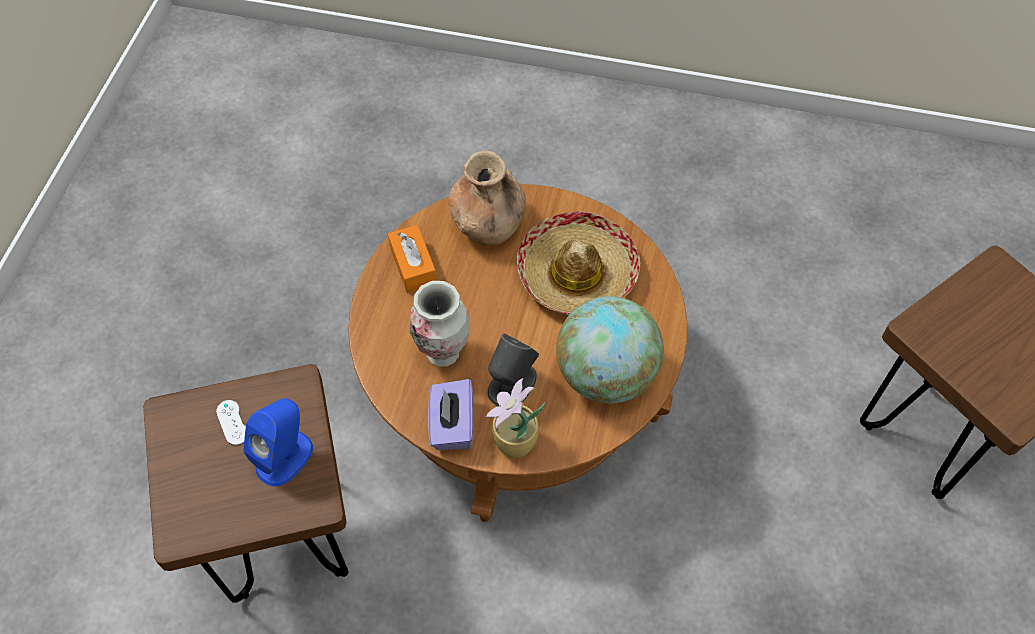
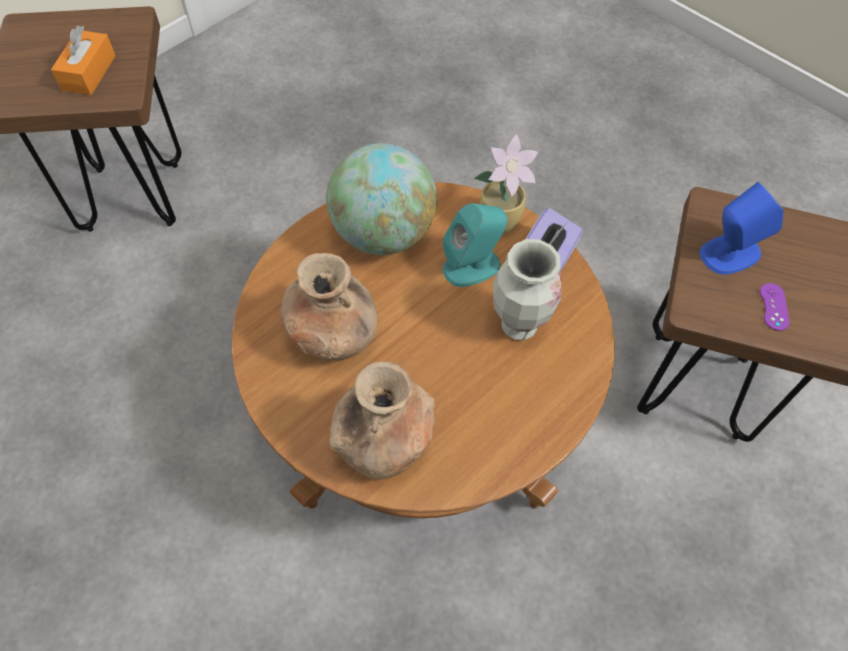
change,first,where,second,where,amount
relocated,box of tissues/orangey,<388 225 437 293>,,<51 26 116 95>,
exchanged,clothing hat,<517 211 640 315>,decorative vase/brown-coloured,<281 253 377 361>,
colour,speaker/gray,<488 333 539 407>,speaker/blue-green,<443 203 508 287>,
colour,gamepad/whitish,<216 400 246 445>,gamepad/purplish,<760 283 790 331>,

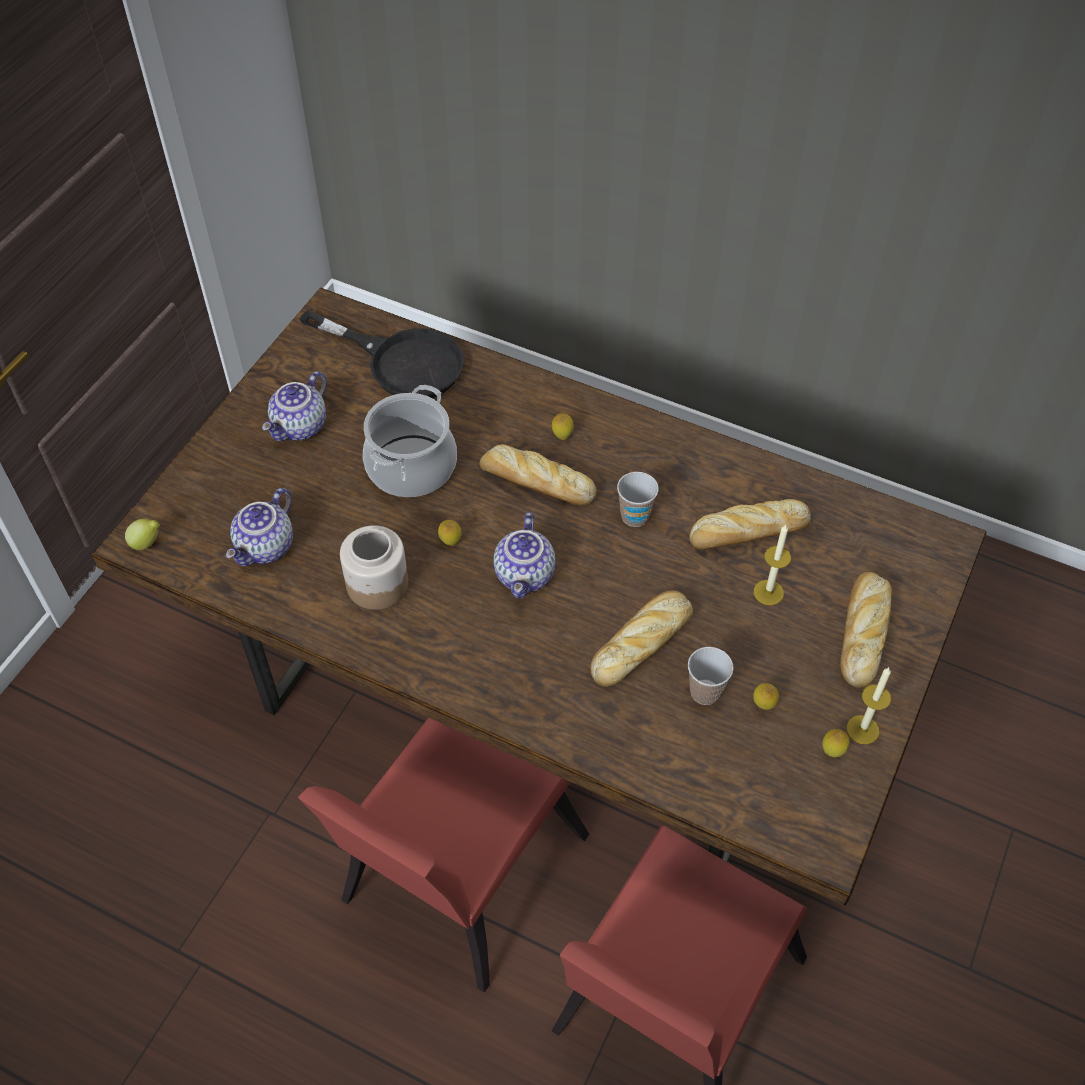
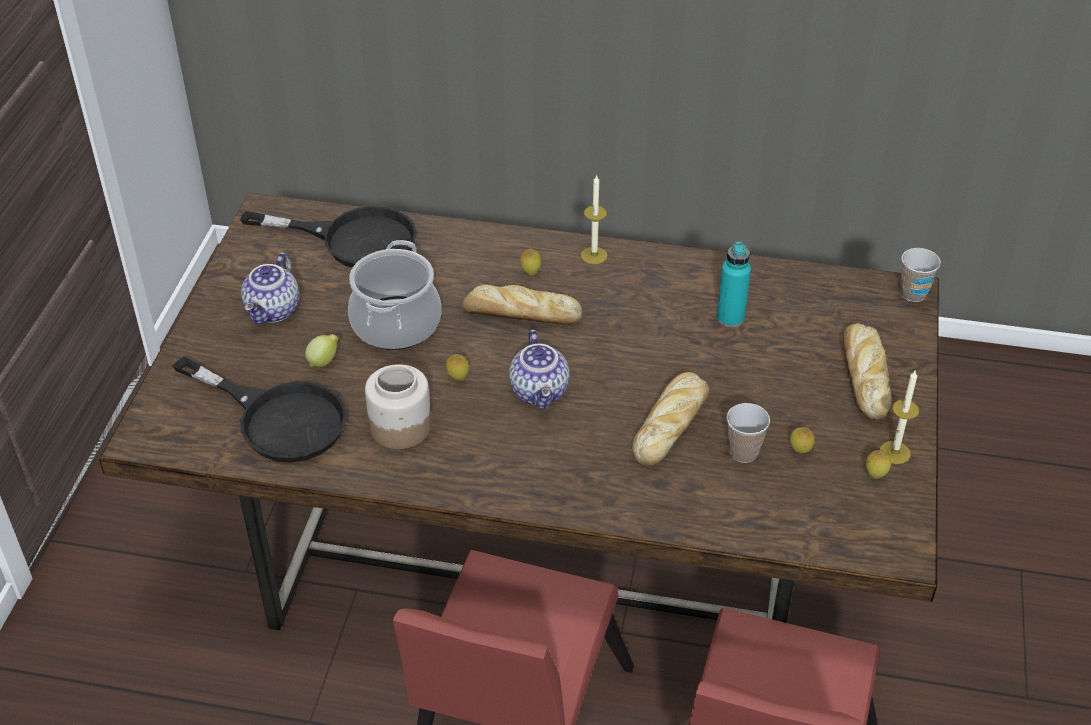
change,first,where,second,where,amount
exchanged,pot for tea,<226 488 293 566>,frying pan/black-coloured,<173 356 347 463>,
relocated,lemon,<125 519 160 550>,,<305 334 339 367>,
relocated,wax candle,<754 525 791 605>,,<581 174 608 264>,
exchanged,baked bread,<689 499 811 550>,bottle/blue-green,<717 241 751 328>,
relocated,drinking cup,<617 472 659 527>,,<900 248 941 302>,

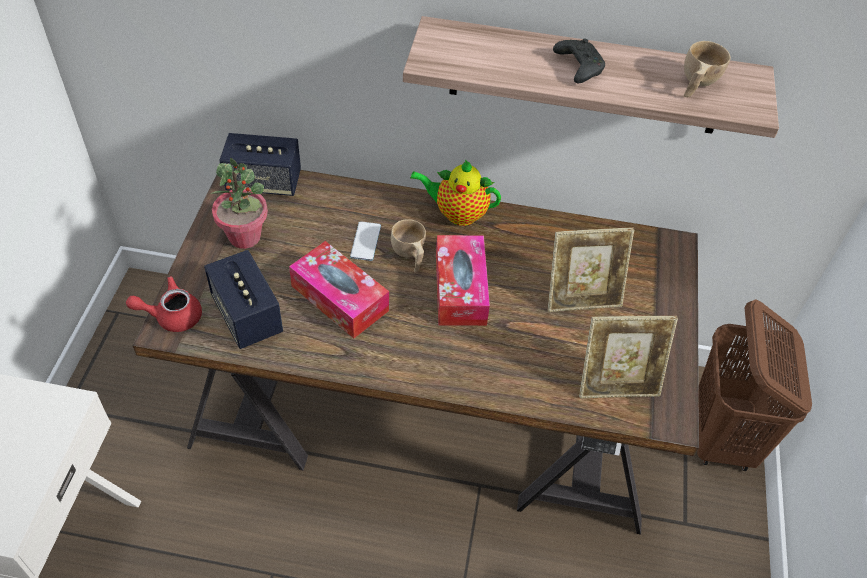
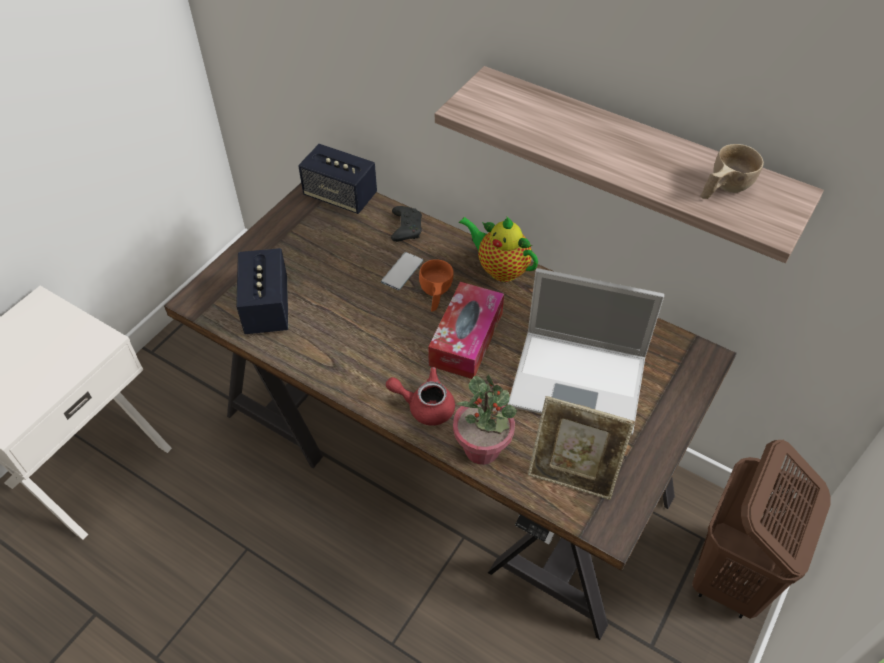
change,first,where,second,where,amount
relocated,pot for tea/red-coloured,<126 276 202 332>,,<386 367 455 426>,
relocated,gamepad/black-coloured,<553 38 605 83>,,<391 206 422 242>,
colour,drinking cup/beige,<391 219 426 272>,drinking cup/orangey,<419 259 454 312>,
relocated,plant in a pot,<211 158 268 249>,,<453 374 517 465>,
exchanged,picture frame,<548 227 634 312>,notebook computer,<508 268 664 435>,
missing,box of tissues,<289 241 389 338>,,,

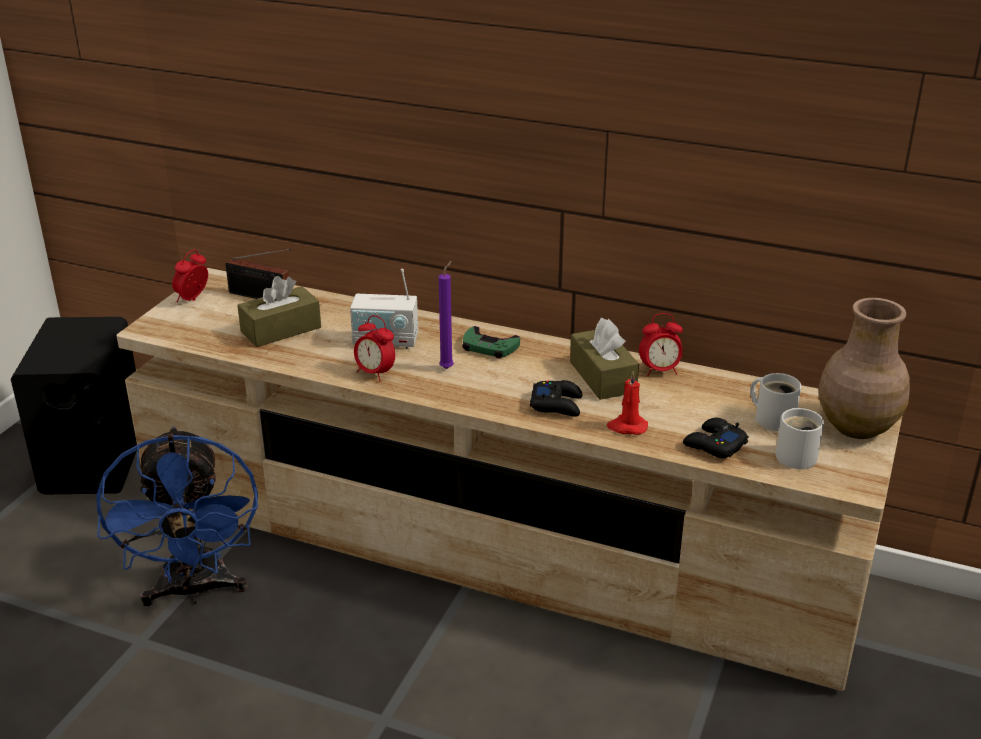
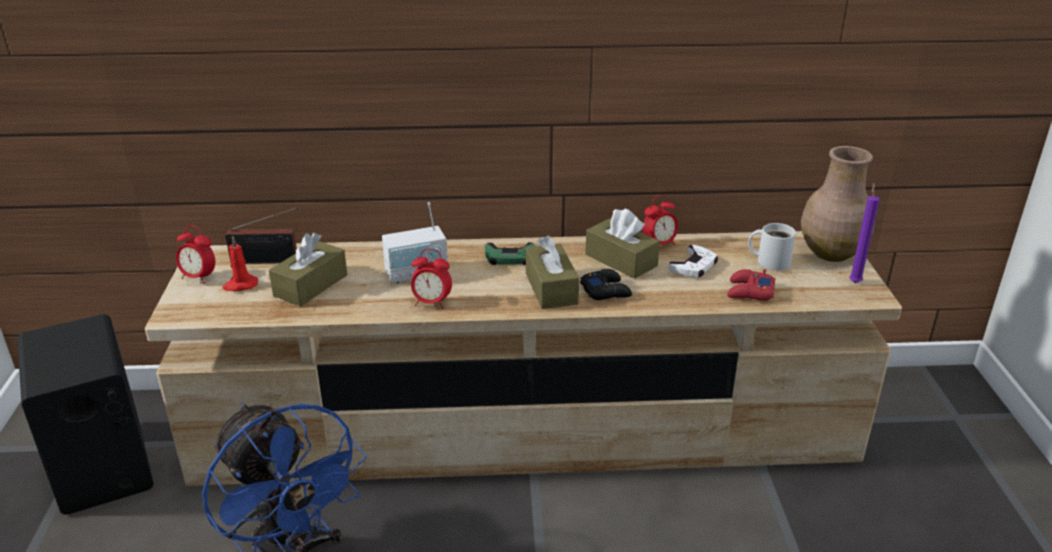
change,first,where,second,where,amount
spun,bedside clock,<172 250 208 302>,,<176 225 215 284>,75 degrees counterclockwise
relocated,wax candle/red-coloured,<607 371 648 435>,,<222 236 258 291>,
appeared,,,box of tissues/brown-coloured,<526 236 579 309>,
appeared,,,gamepad/whitish,<669 245 718 277>,
colour,gamepad/black-coloured,<683 418 749 458>,gamepad/red-coloured,<727 269 775 301>,
relocated,wax candle/purplish,<438 261 454 369>,,<849 183 880 283>,
missing,coffee mug/whitish,<776 408 824 469>,,,

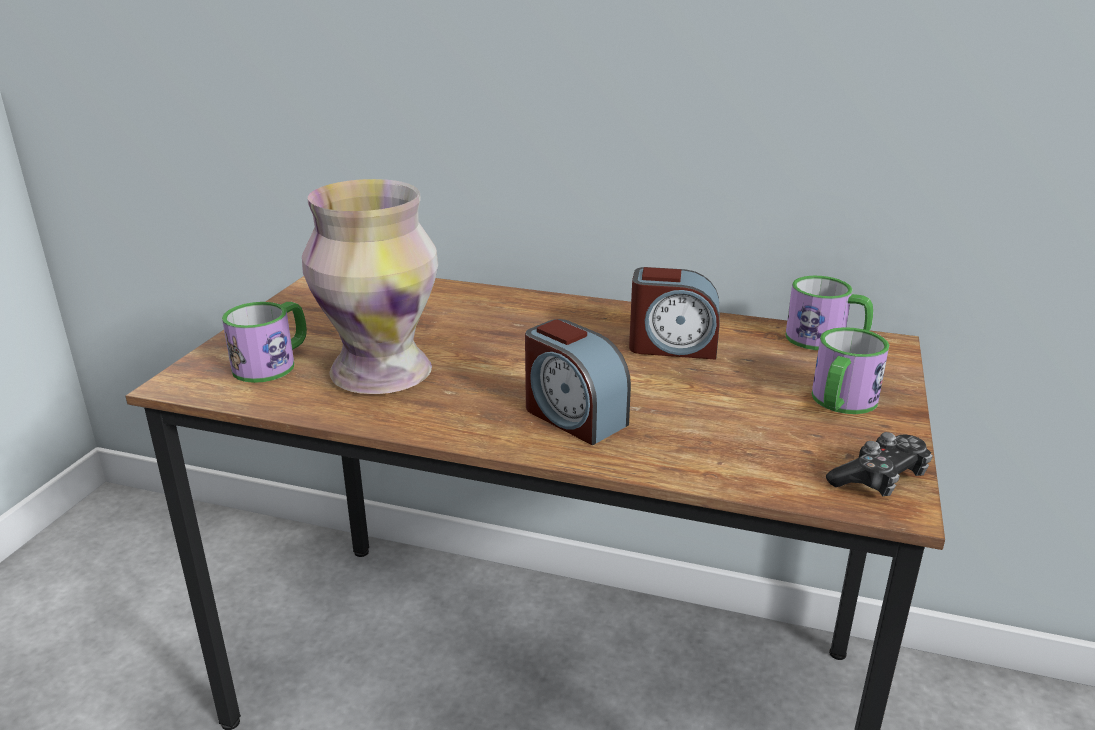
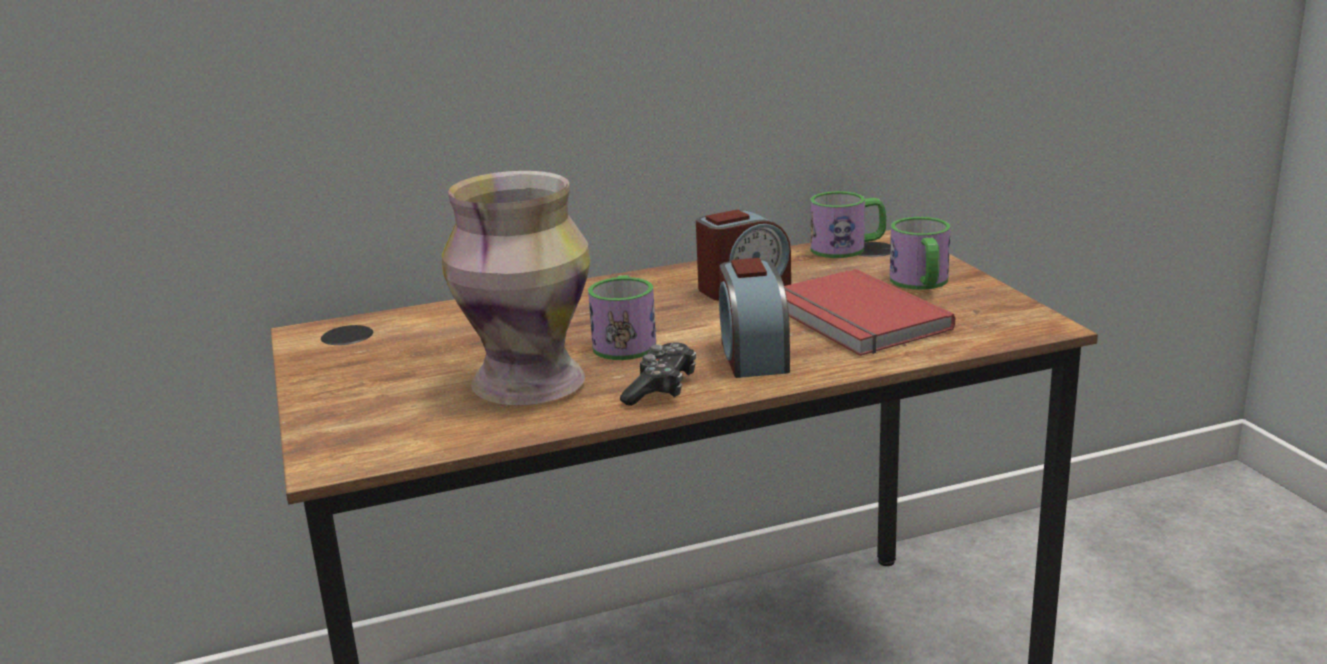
change,first,where,second,where,amount
relocated,coffee mug,<222 302 307 383>,,<588 275 656 360>,
relocated,gamepad,<826 432 933 496>,,<620 342 696 406>,
spun,bedside clock,<525 319 631 445>,,<719 258 790 378>,75 degrees clockwise
appeared,,,bound book/red-coloured,<784 269 955 356>,

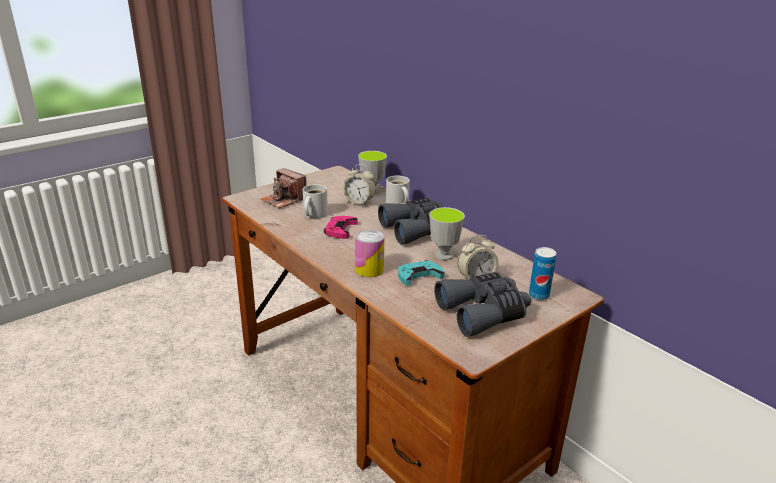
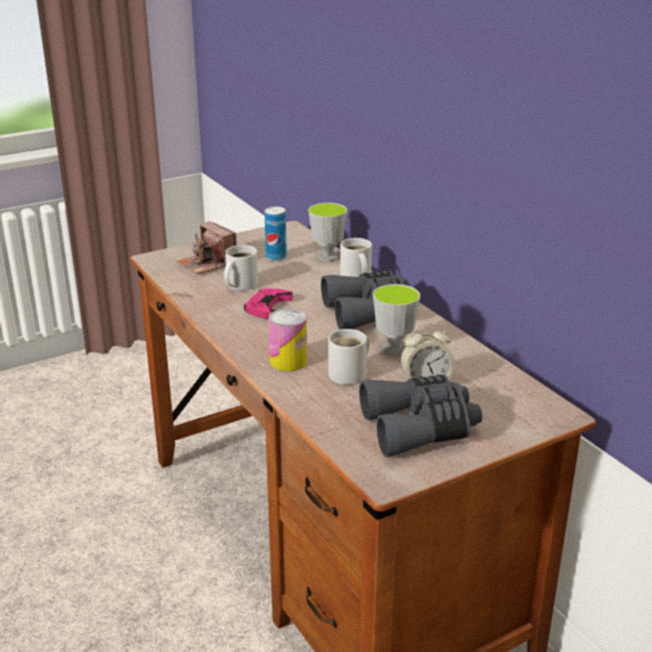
change,first,where,second,where,amount
relocated,metal can,<529 247 557 300>,,<265 207 287 261>,
exchanged,gamepad/blue-green,<398 260 444 286>,coffee mug/whitish,<328 329 369 385>,
missing,bedside clock,<343 164 376 206>,,,

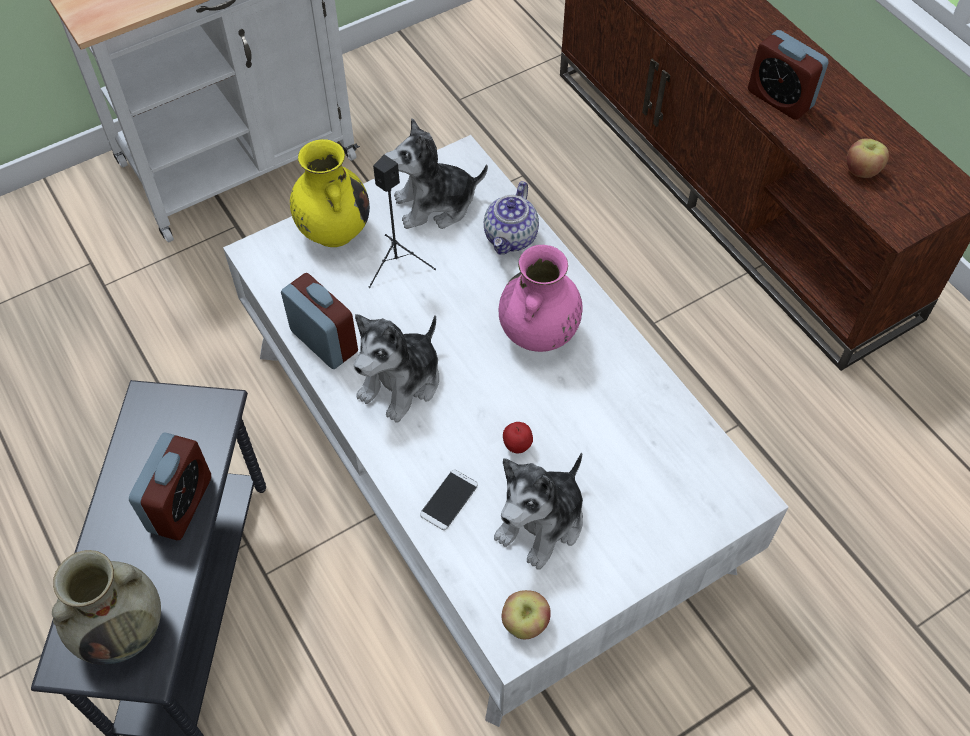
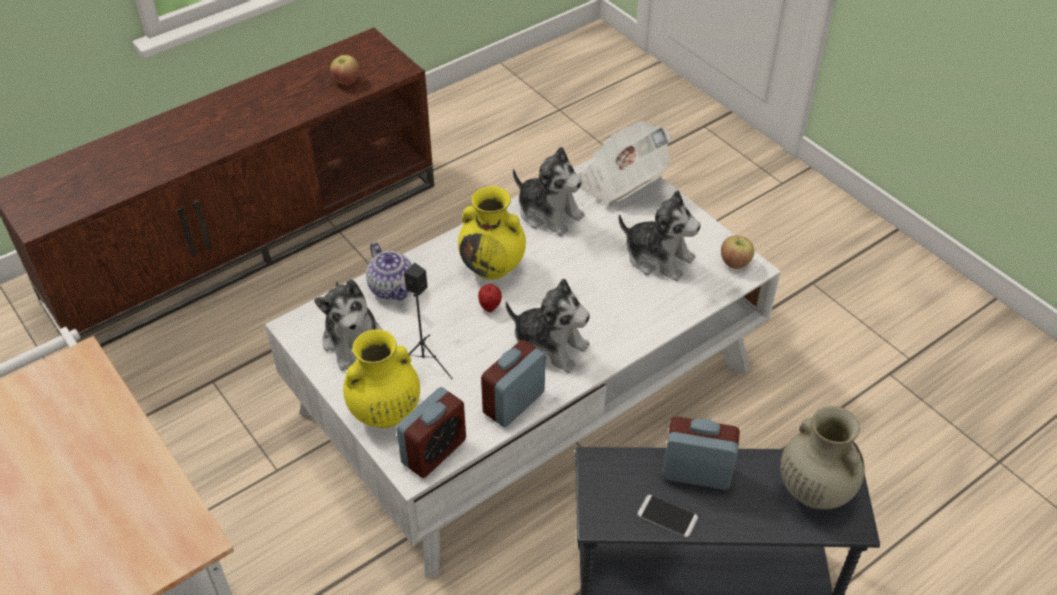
change,first,where,second,where,amount
spun,pot for tea,<484 181 539 254>,,<366 242 412 301>,45 degrees clockwise
relocated,bedside clock,<748 30 829 120>,,<396 387 466 478>,
colour,decorative vase/pink,<498 245 583 352>,decorative vase/yellow,<458 186 526 280>,
relocated,apple fruit,<503 422 533 453>,,<478 284 502 312>,
appeared,,,soft toy,<513 147 585 236>,
appeared,,,newspaper,<578 121 672 206>,
relocated,telephone,<420 470 478 530>,,<637 495 698 537>,

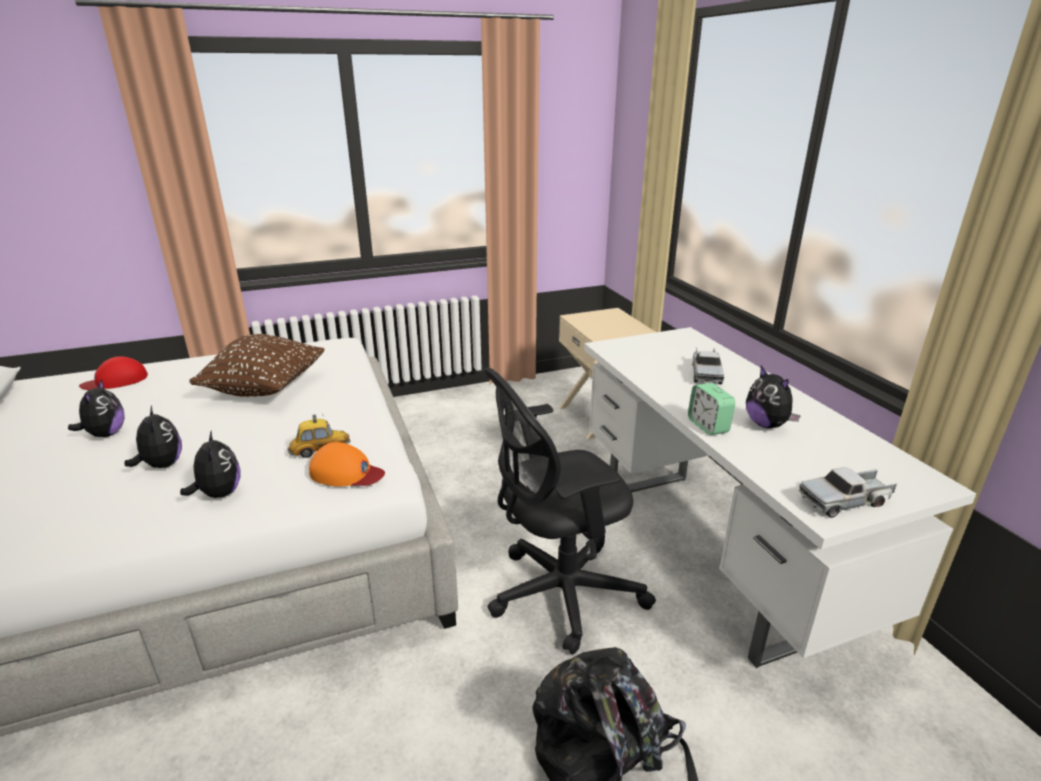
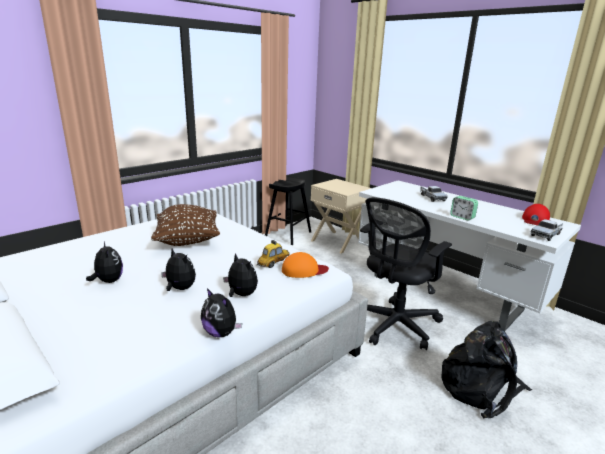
change,first,where,second,where,amount
relocated,soft toy,<746 366 801 428>,,<201 288 242 337>,
appeared,,,stool seat/black-coloured,<265 176 311 245>,
relocated,cap/red-coloured,<79 356 148 390>,,<522 204 550 225>,

